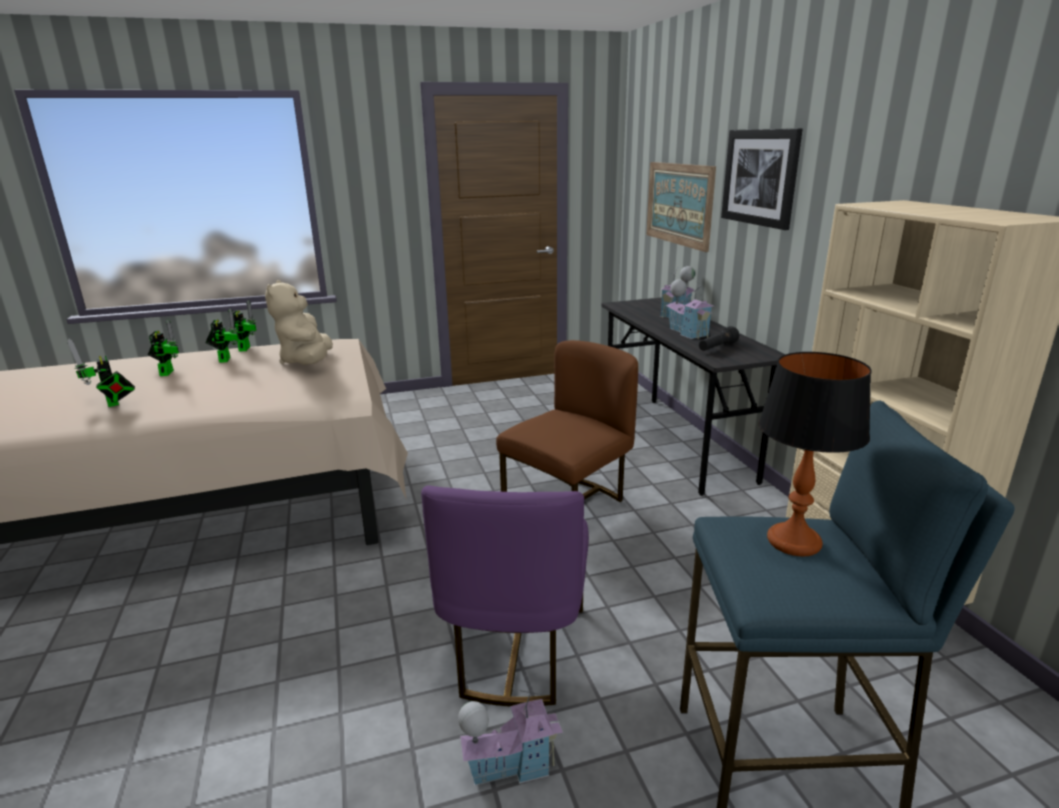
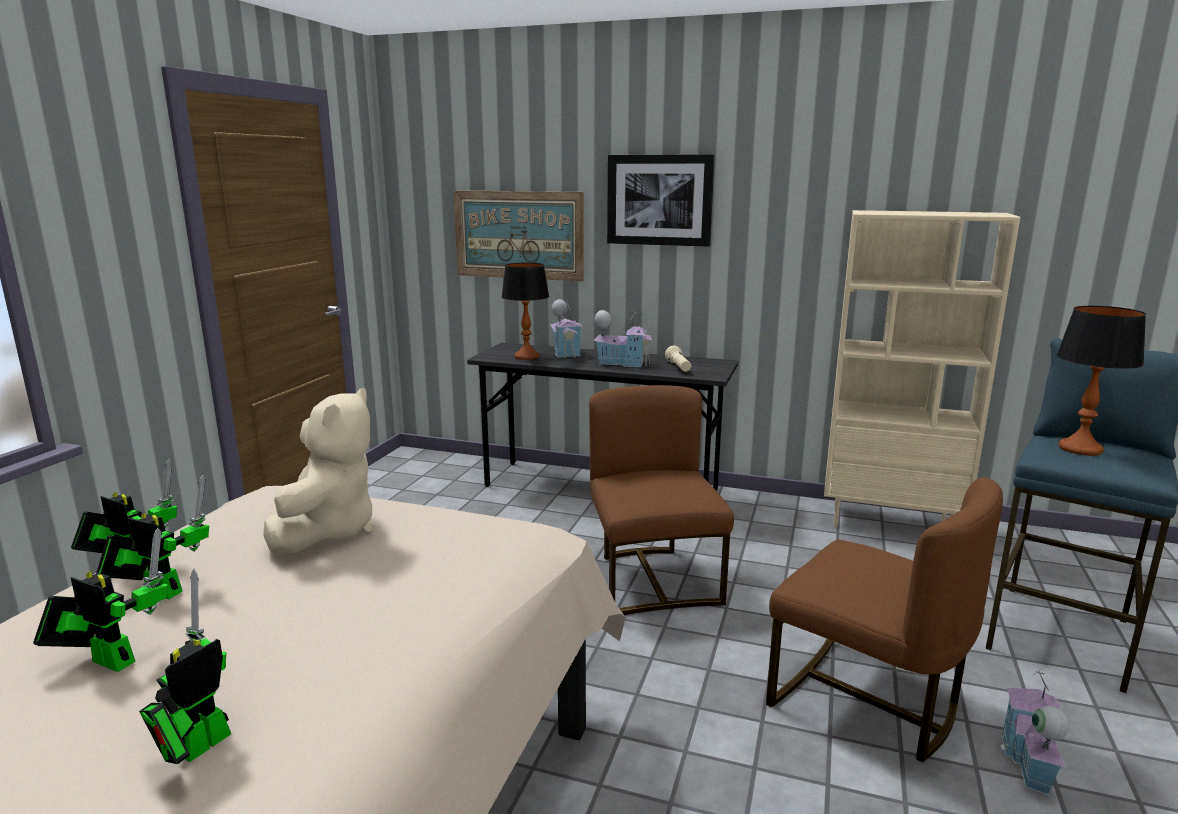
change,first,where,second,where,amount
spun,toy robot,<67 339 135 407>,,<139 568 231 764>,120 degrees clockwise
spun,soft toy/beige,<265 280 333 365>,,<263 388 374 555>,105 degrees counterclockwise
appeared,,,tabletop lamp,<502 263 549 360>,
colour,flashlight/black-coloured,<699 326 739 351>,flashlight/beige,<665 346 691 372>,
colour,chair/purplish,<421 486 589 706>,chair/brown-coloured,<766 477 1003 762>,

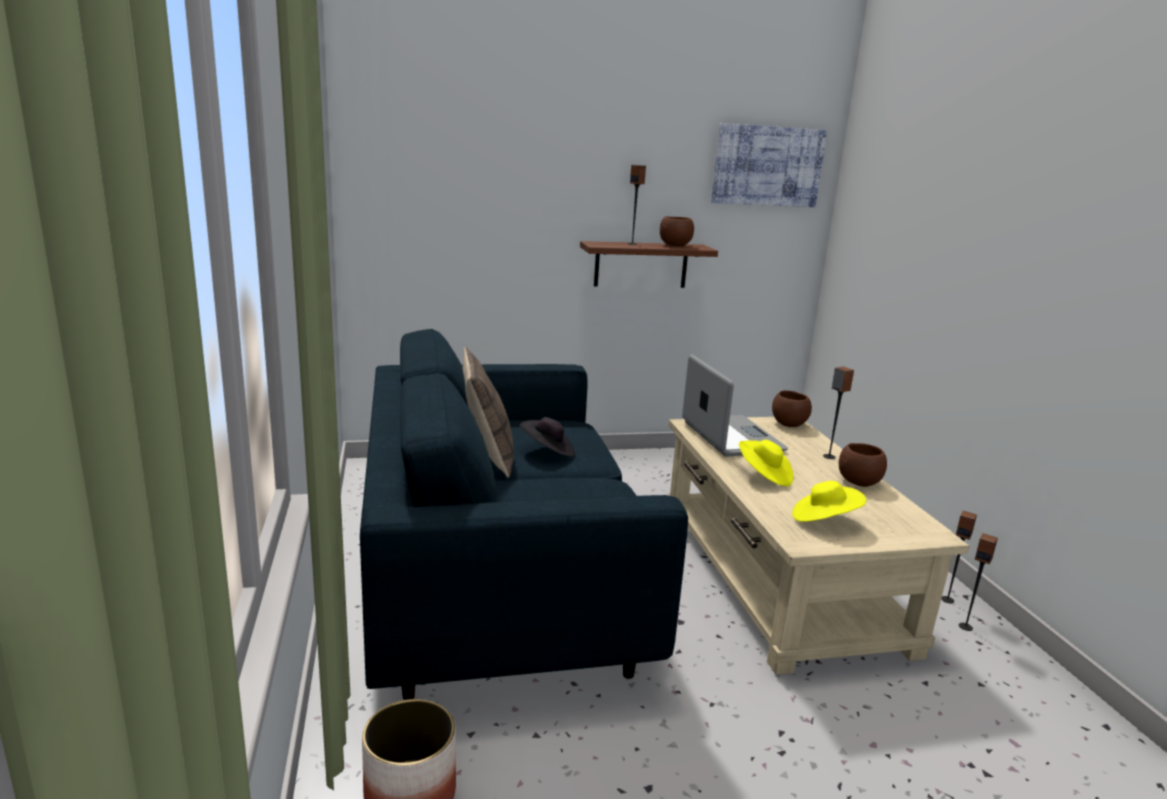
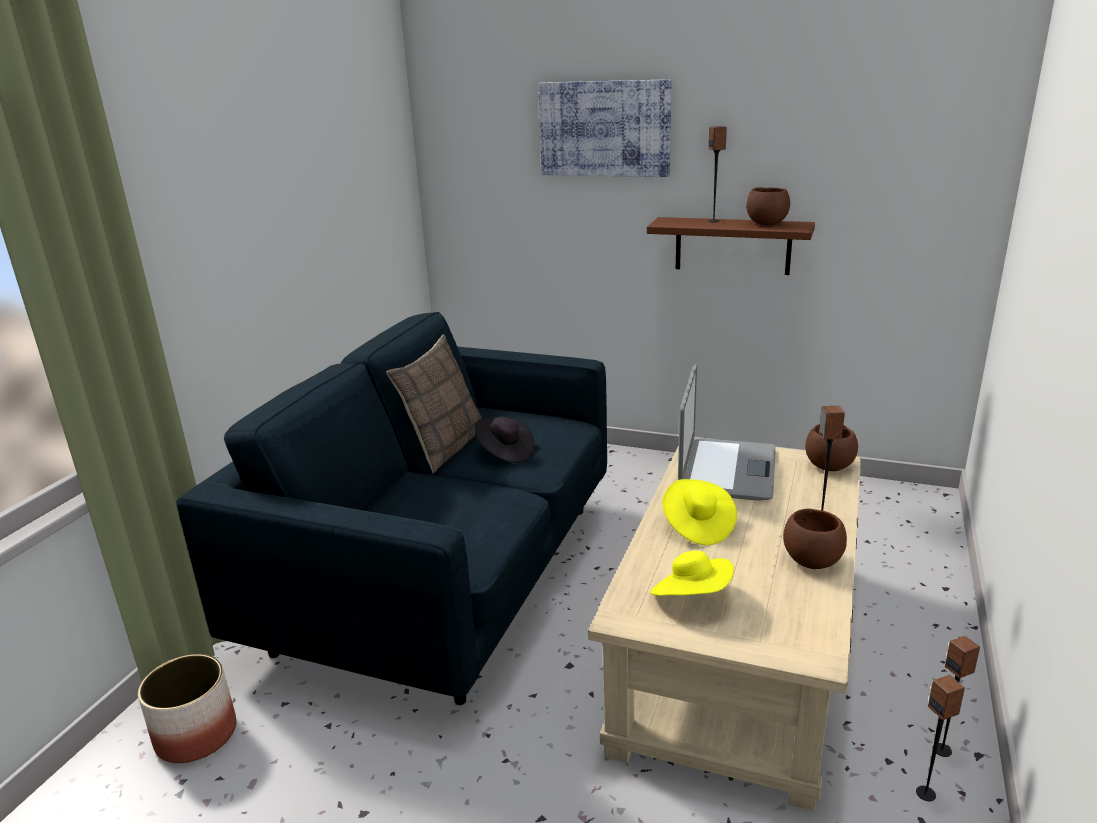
change,first,where,second,where,amount
relocated,picture,<711 123 827 207>,,<538 79 672 177>,

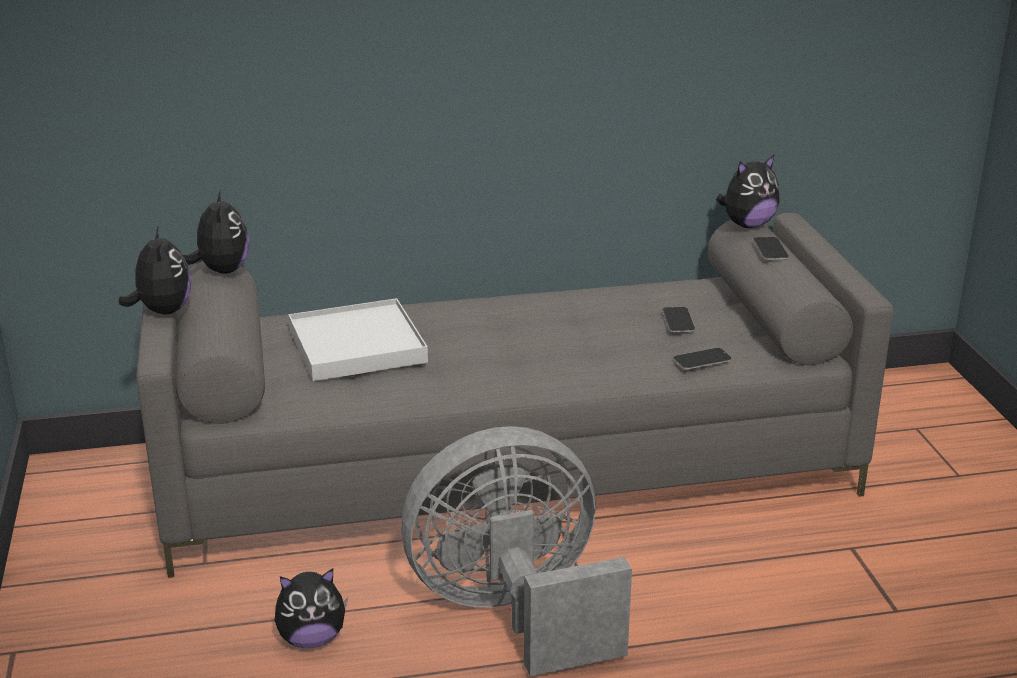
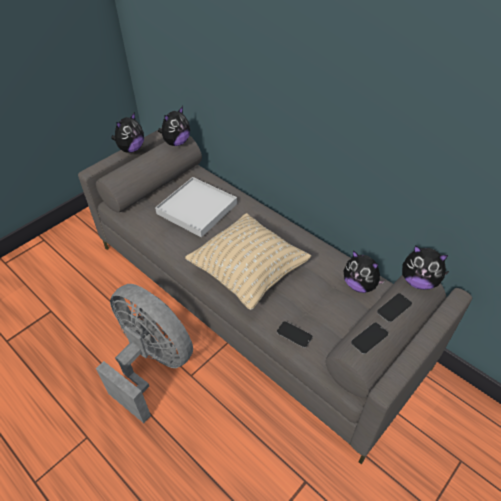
change,first,where,second,where,amount
appeared,,,throw pillow/beige,<185 213 311 310>,
relocated,soft toy,<275 568 348 648>,,<344 250 386 293>,
relocated,telephone,<662 307 695 332>,,<351 323 388 354>,

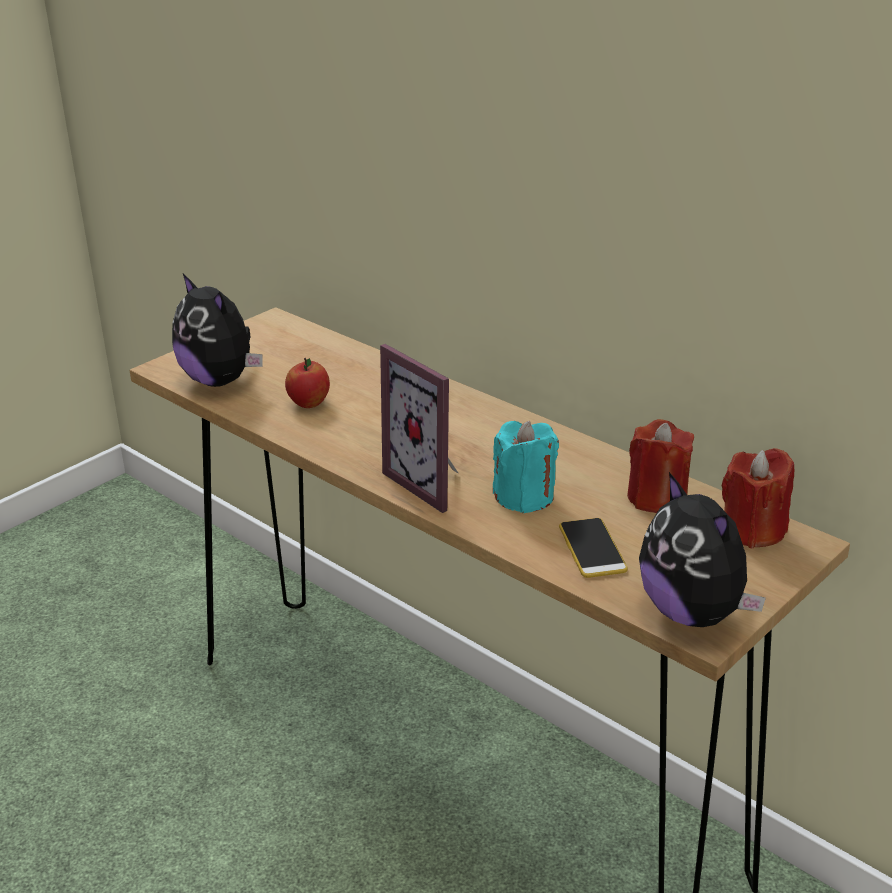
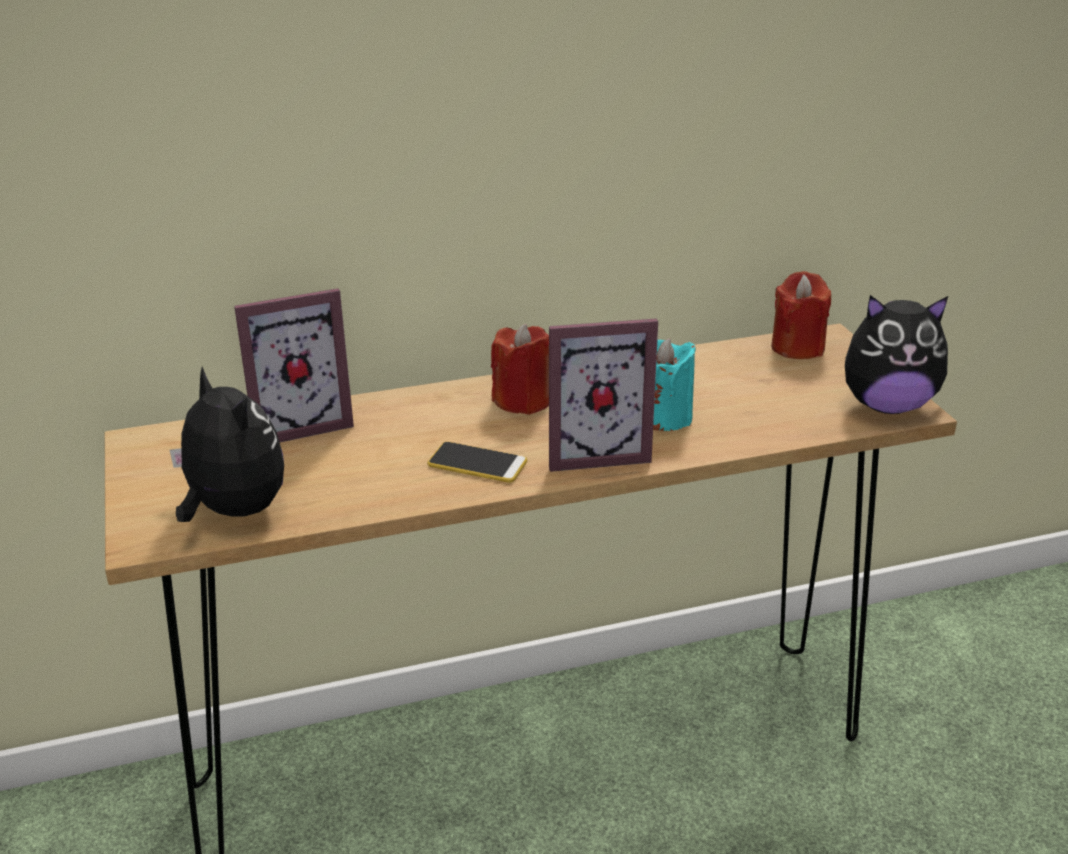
change,first,where,second,where,amount
spun,soft toy,<172 274 263 387>,,<170 366 284 522>,120 degrees counterclockwise
appeared,,,picture frame,<234 288 354 442>,
relocated,telephone,<559 518 628 578>,,<427 442 527 483>,
relocated,wax candle/red-coloured,<627 419 694 513>,,<491 324 549 415>,
missing,apple fruit,<285 358 330 408>,,,

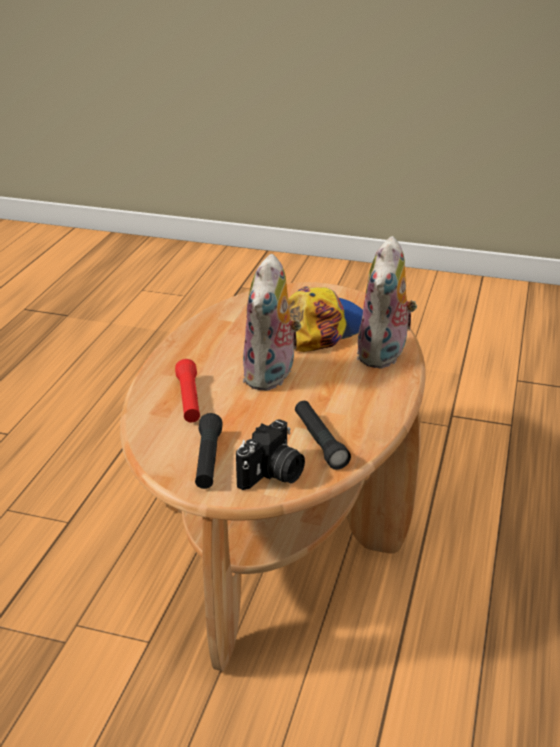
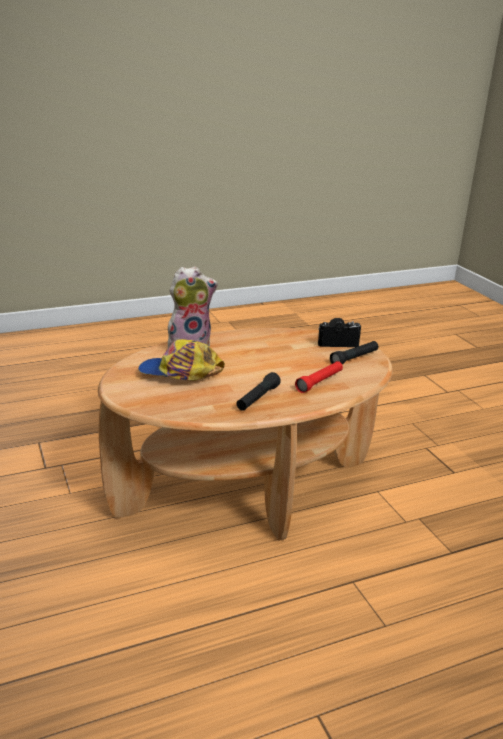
change,first,where,second,where,amount
relocated,flashlight/black-coloured,<295 401 351 470>,,<236 372 281 411>,
missing,soft toy,<243 254 301 391>,,,

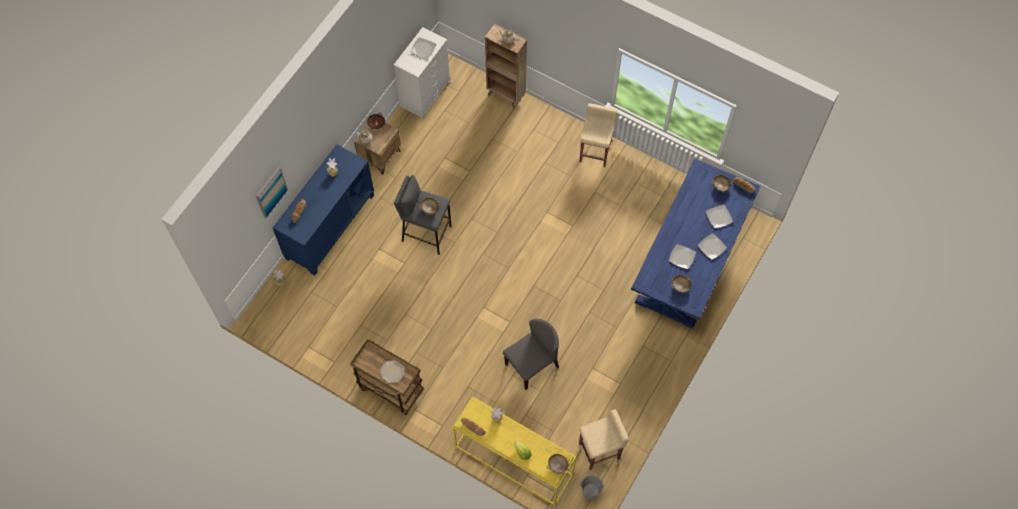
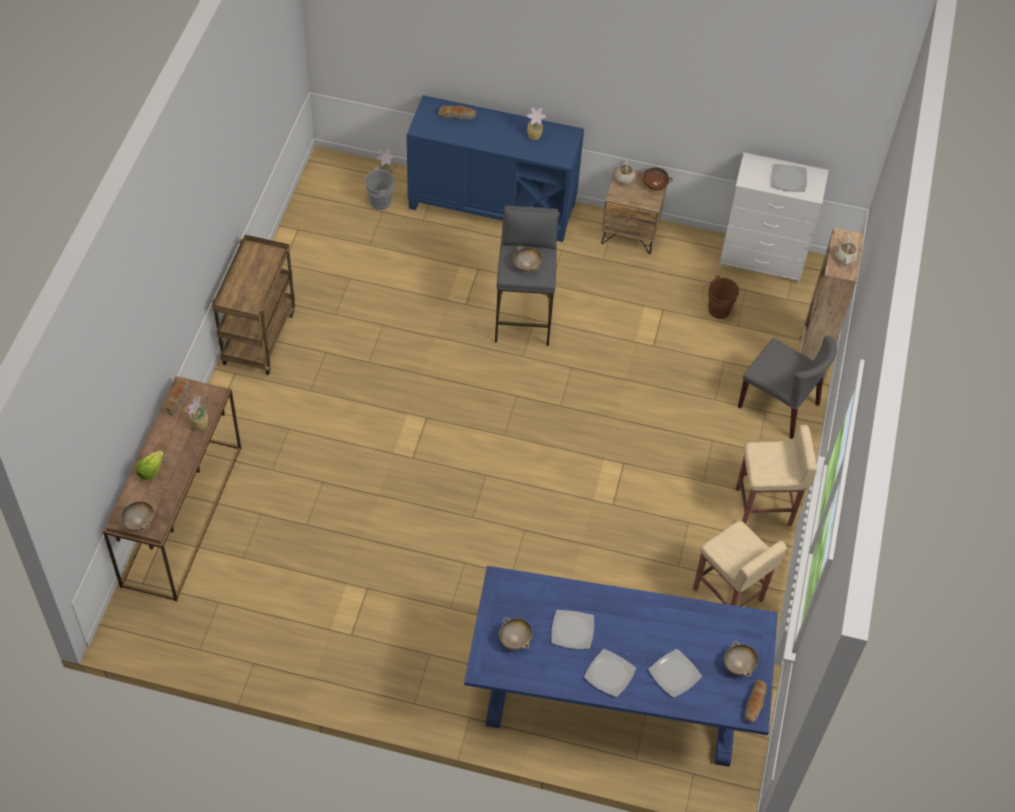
change,first,where,second,where,amount
colour,console table/yellow,<452 396 577 506>,console table/brown-coloured,<103 376 241 601>,
relocated,water bucket/gray,<580 473 604 500>,,<365 167 400 210>,
relocated,stool seat/beige,<579 409 629 470>,,<693 521 787 607>,
appeared,,,water bucket/brown-coloured,<702 275 739 319>,
relocated,chair/gray,<503 319 559 390>,,<738 336 837 439>,
missing,picture,<256 167 288 219>,,,
missing,plate,<380 360 404 383>,,,

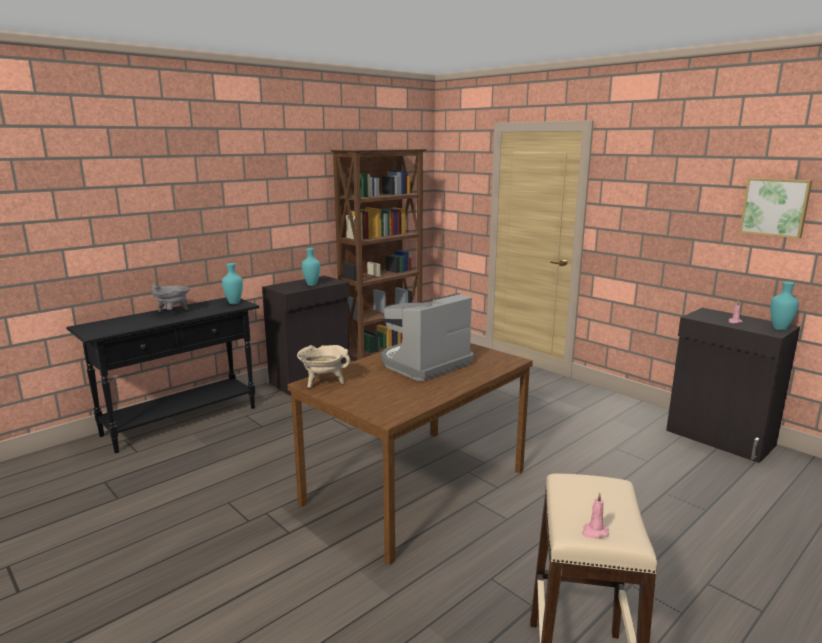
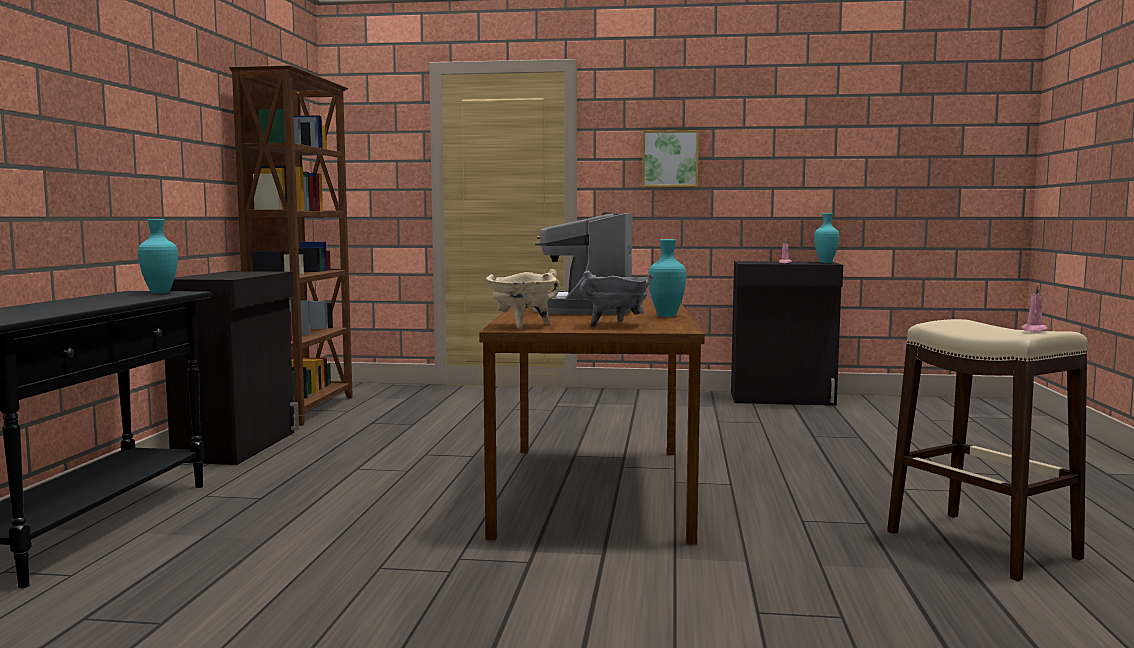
change,first,where,second,where,amount
relocated,stockpot/gray,<151 284 190 312>,,<580 271 653 327>,
relocated,picture,<739 178 812 239>,,<642 130 699 187>,
relocated,decorative vase/blue-green,<302 248 320 286>,,<648 239 686 317>,

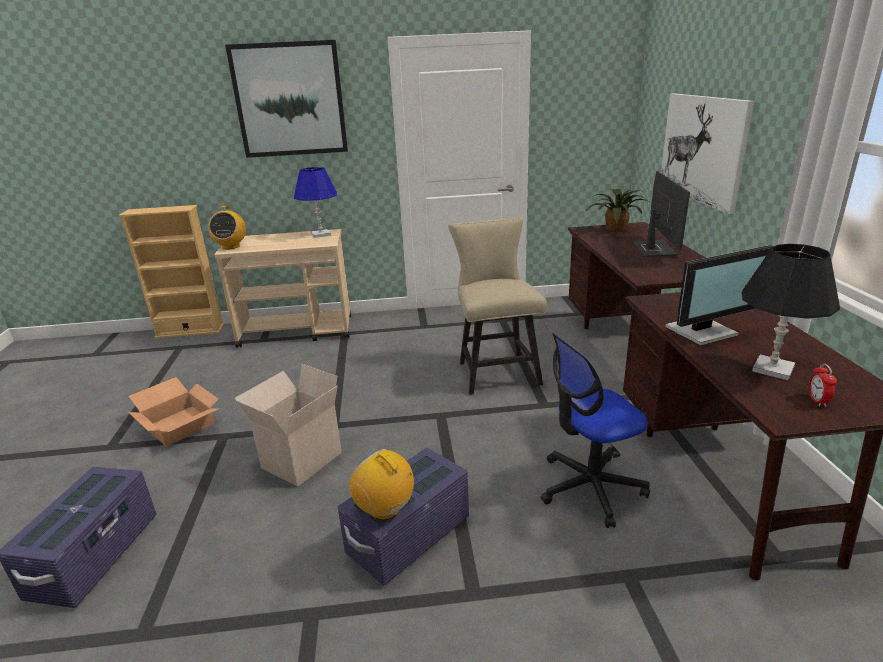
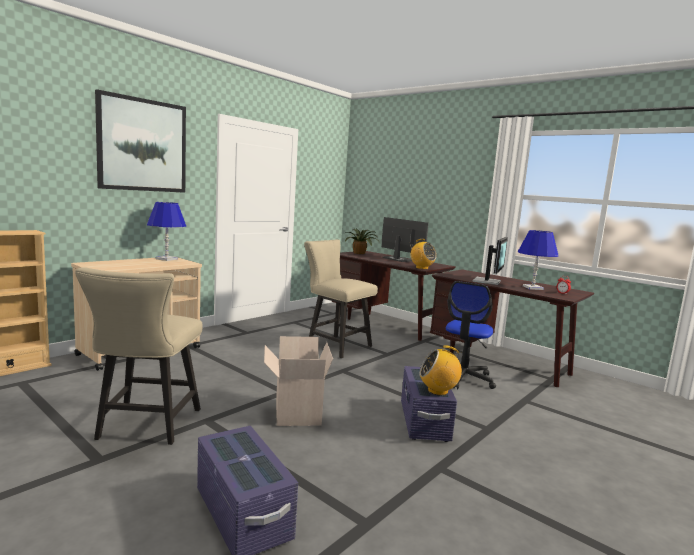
change,first,where,second,where,amount
exchanged,carton,<128 377 218 447>,chair/beige,<75 267 203 445>,
relocated,radio set,<208 206 246 250>,,<410 239 437 269>,
colour,tabletop lamp/black-coloured,<742 244 840 380>,tabletop lamp/blue-coloured,<518 230 559 290>,
missing,picture,<661 93 754 214>,,,

